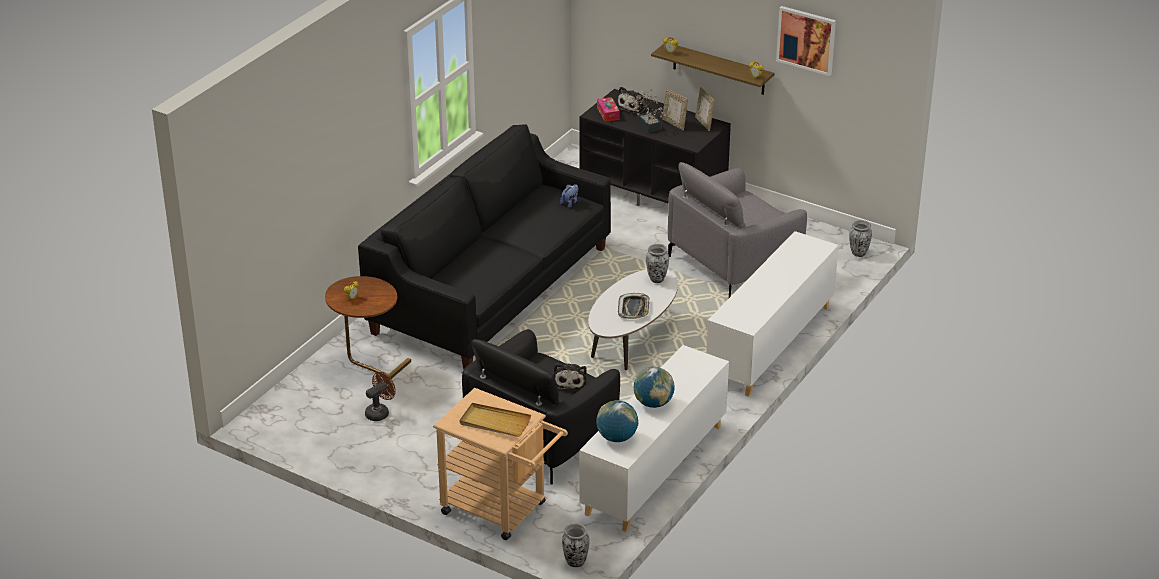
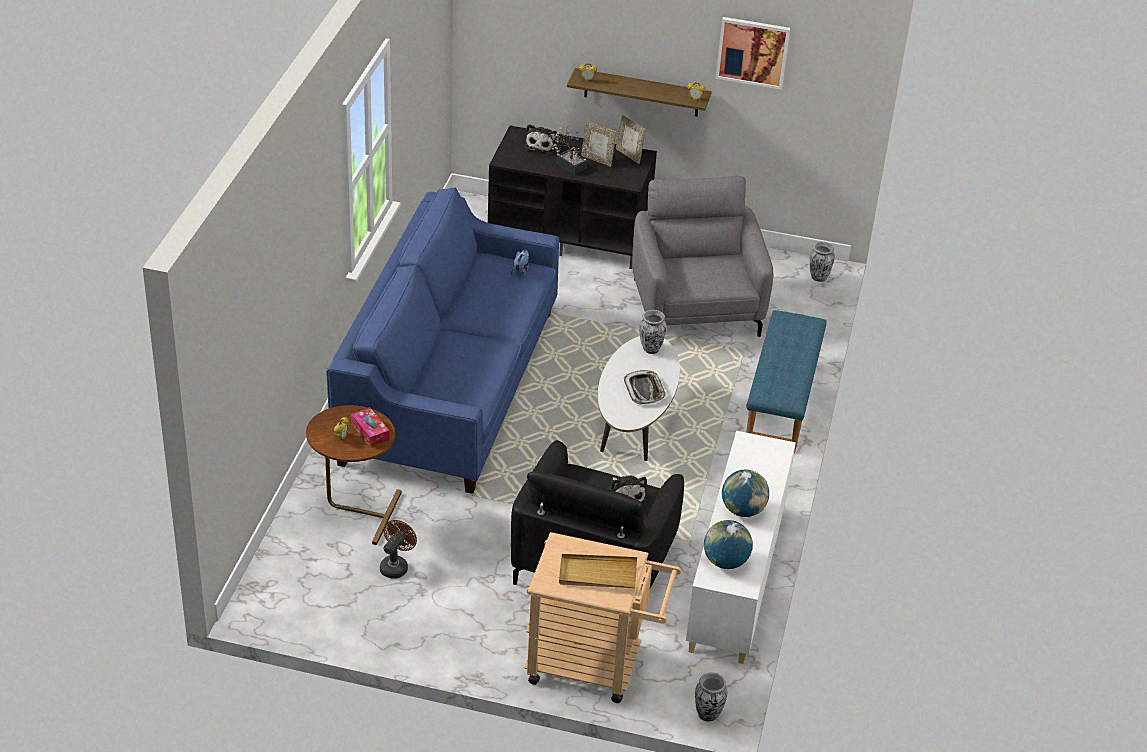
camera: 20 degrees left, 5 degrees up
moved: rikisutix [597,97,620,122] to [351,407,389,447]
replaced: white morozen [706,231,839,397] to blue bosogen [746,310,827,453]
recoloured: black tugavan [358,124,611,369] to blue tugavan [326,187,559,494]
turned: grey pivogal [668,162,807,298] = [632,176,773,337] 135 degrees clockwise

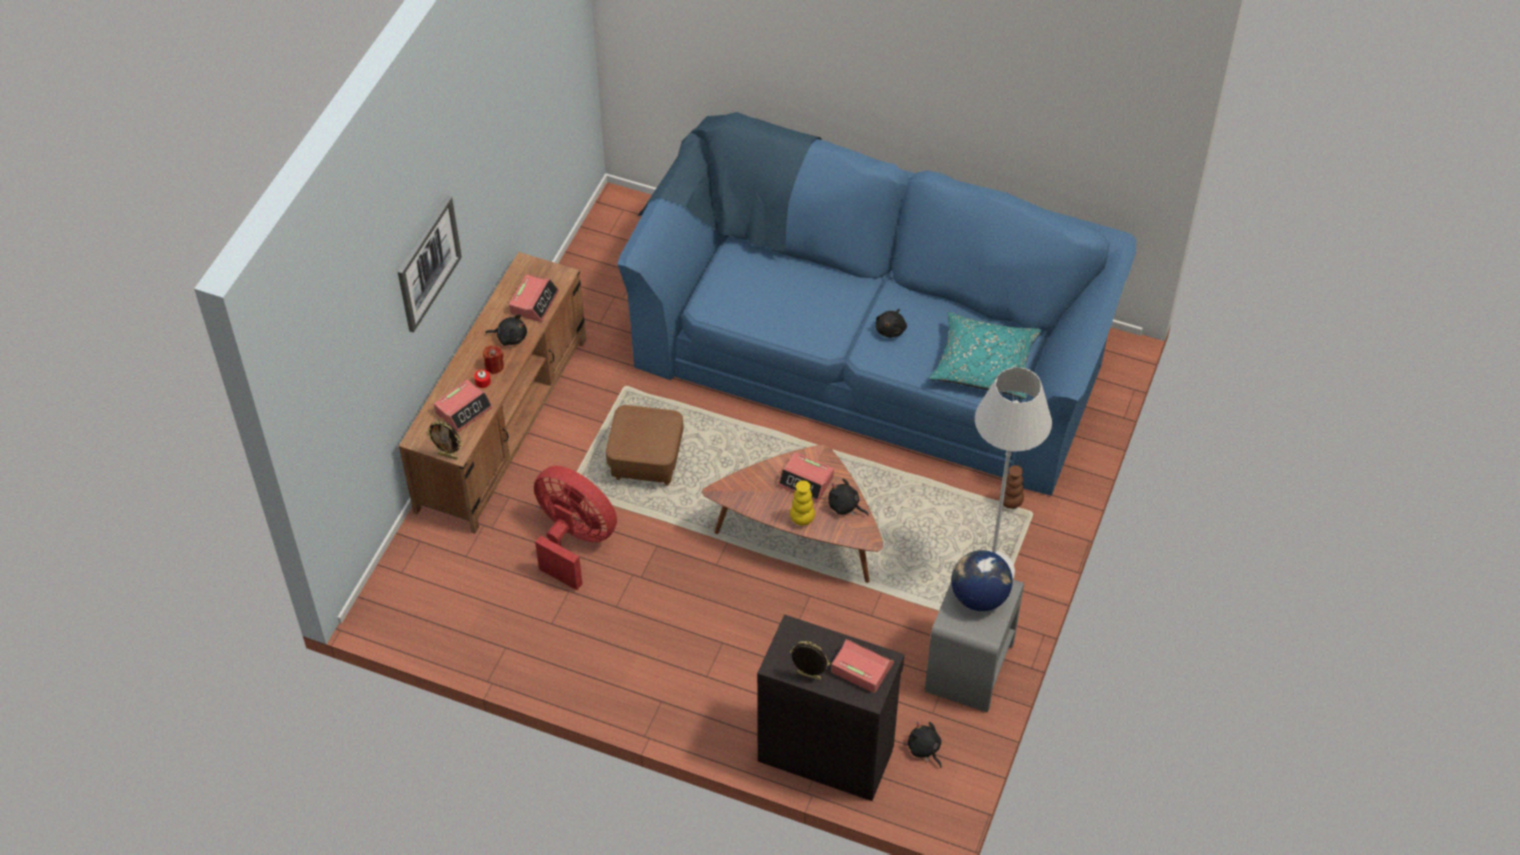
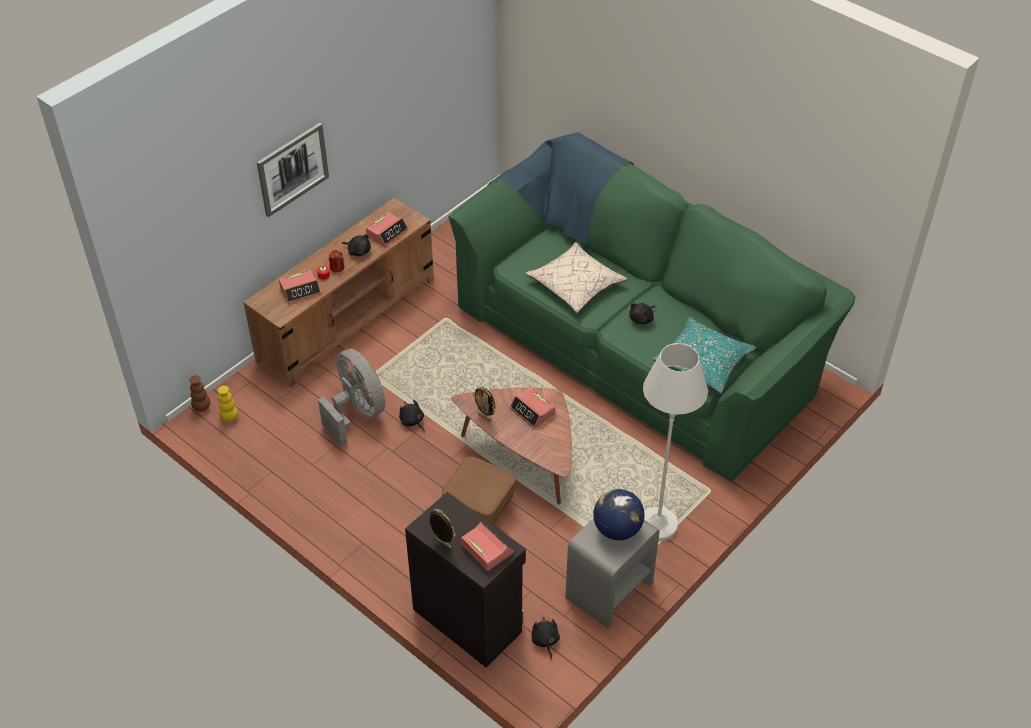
camera: 20 degrees right, 5 degrees down
added: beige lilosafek [525,242,627,313]
moved: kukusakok [426,421,462,460] to [472,387,496,422]; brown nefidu [606,405,684,486] to [442,457,516,525]; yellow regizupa [790,480,815,526] to [218,386,238,422]; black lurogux [828,479,869,516] to [399,400,425,432]; brown regizupa [1003,465,1024,509] to [189,375,210,412]
recoloured: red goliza [534,466,617,590] to grey goliza [318,349,386,447]; blue tugavan [617,112,1136,496] to green tugavan [448,132,856,482]

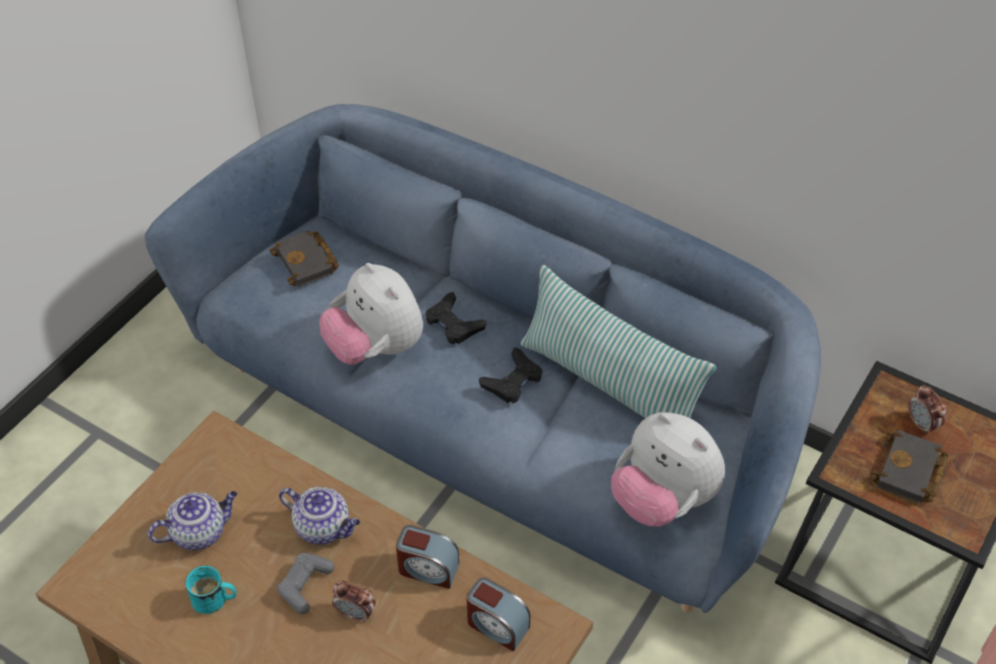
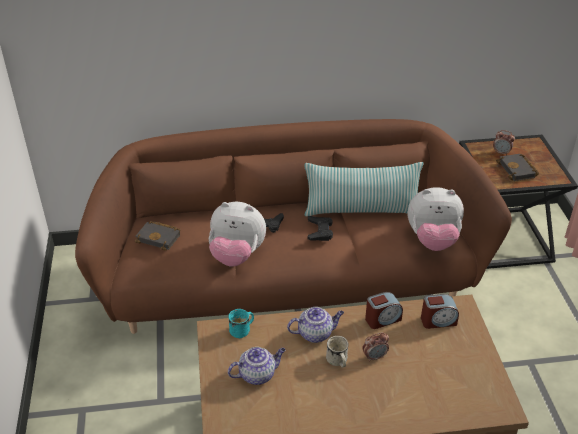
camera: 40 degrees left, 10 degrees down
moved: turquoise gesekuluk [185,566,237,614] to [228,309,254,338]
replaced: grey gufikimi [277,553,334,614] to white gesekuluk [326,336,349,368]
recoloured: blue tugavan [144,104,821,613] to brown tugavan [75,119,512,334]
turned: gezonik [148,491,237,550] = [228,347,286,385] 45 degrees clockwise

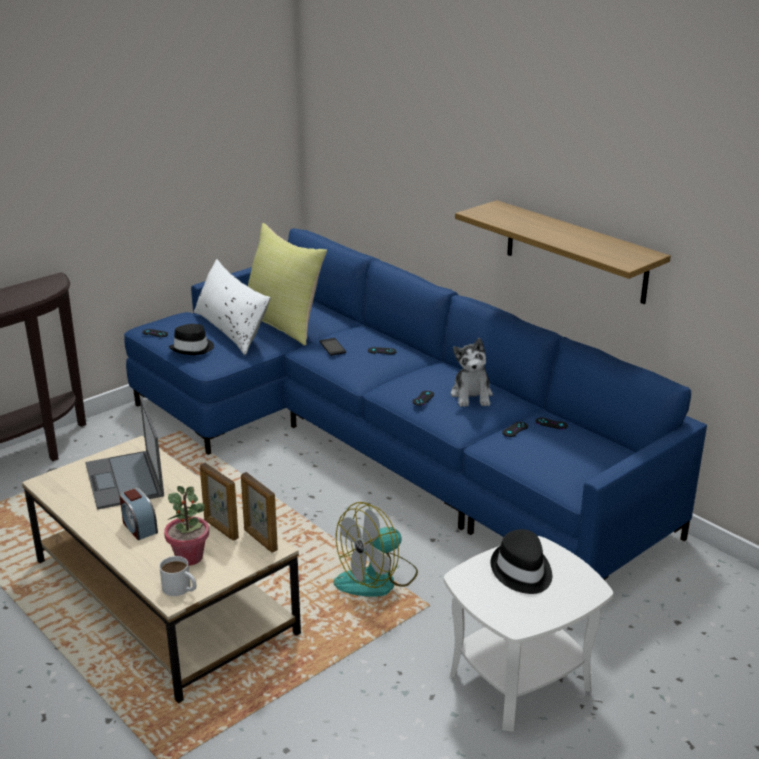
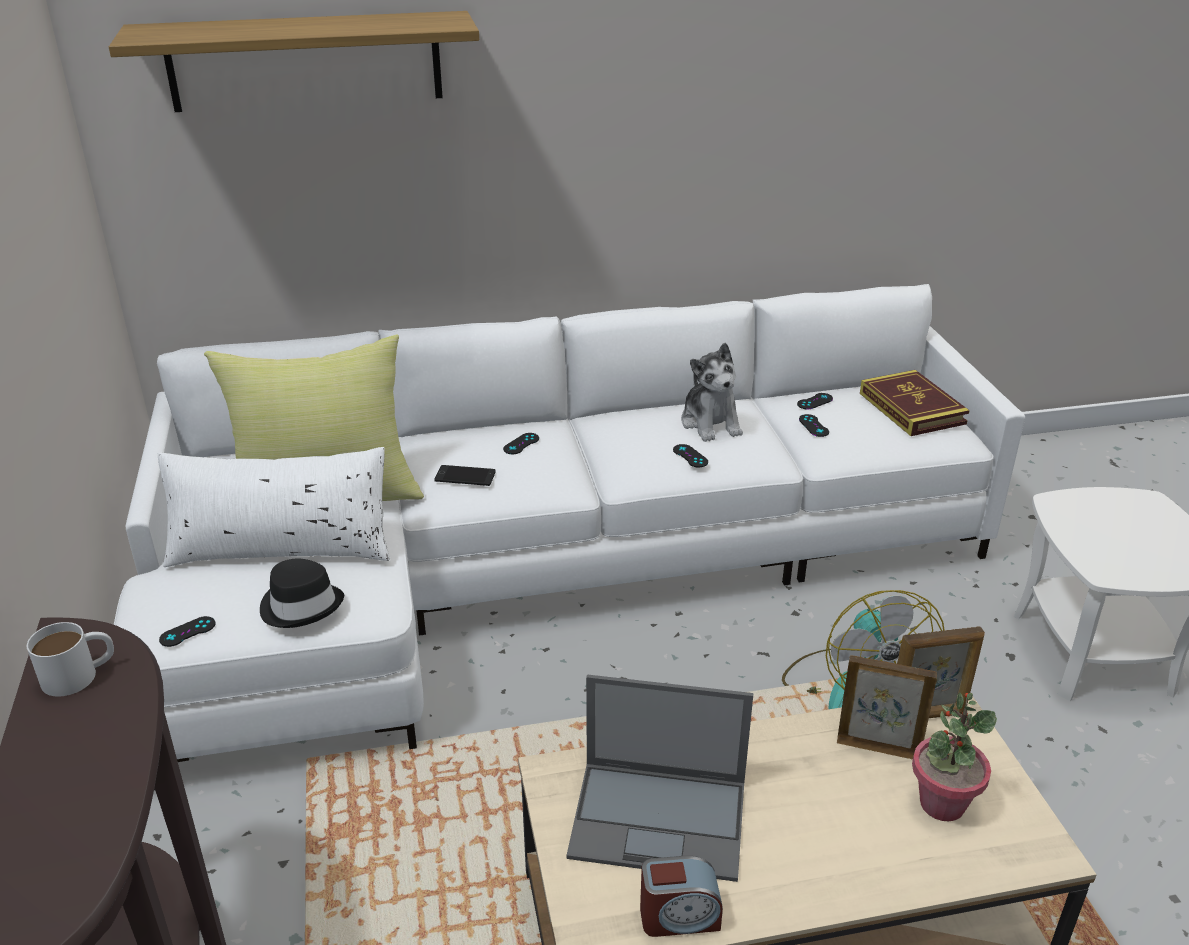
camera: 60 degrees left, 5 degrees up
removed: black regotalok [491,529,552,594]
added: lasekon [860,370,970,436]
moved: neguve [119,488,158,540] to [640,856,723,937]; white gesekuluk [159,556,196,596] to [27,622,114,697]; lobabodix [455,200,671,304] to [109,11,479,112]
recoloured: blue tugavan [124,228,707,580] to white tugavan [114,284,1025,790]
turned: kukusakok [200,463,239,541] = [837,655,937,760] 150 degrees counterclockwise; lurogux [451,338,493,407] = [681,343,743,442] 45 degrees clockwise

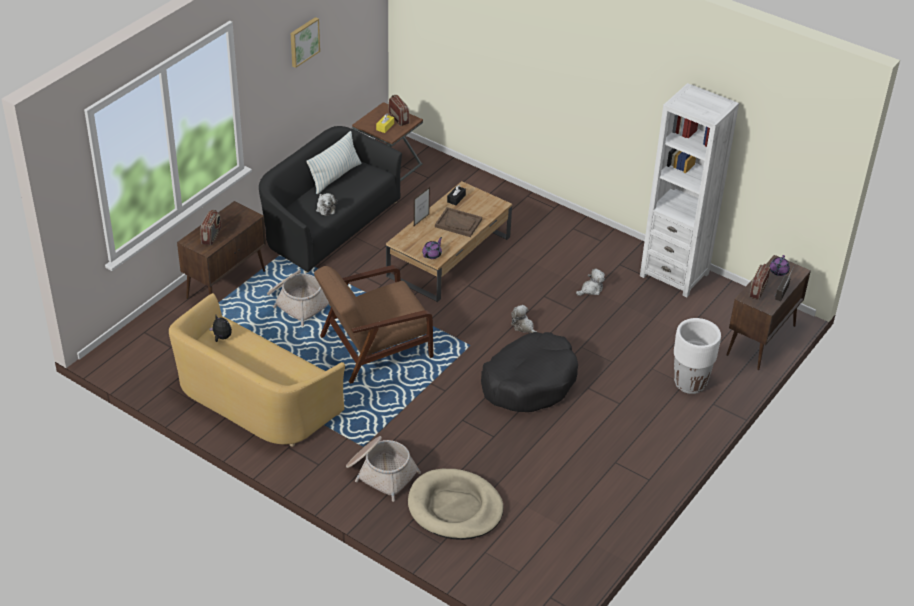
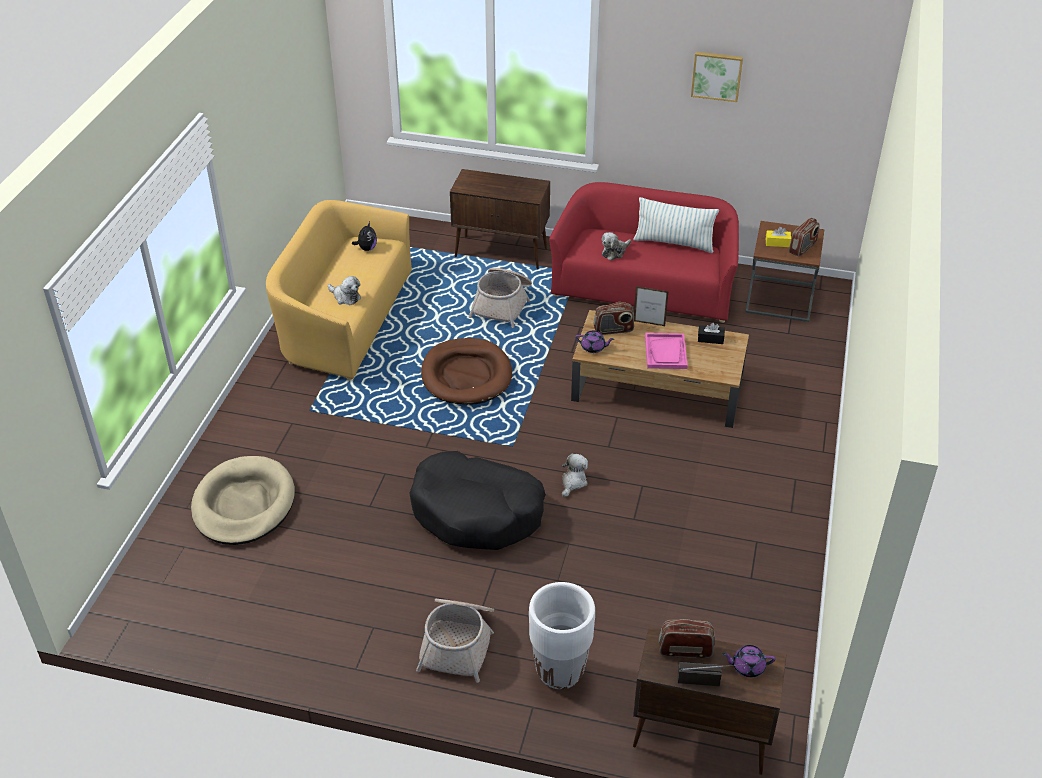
camera: 70 degrees right, 0 degrees up
removed: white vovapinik [640,83,739,297]
moved: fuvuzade [200,210,221,246] to [594,302,634,335]; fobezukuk [346,436,421,502] to [416,599,494,683]; lurogux [576,269,605,296] to [328,276,361,305]
replaced: brown pivogal [314,265,434,384] to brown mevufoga [421,338,512,405]
recoloured: black tugavan [259,126,402,273] to red tugavan [549,182,739,323]; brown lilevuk [435,207,482,237] to pink lilevuk [645,333,688,369]

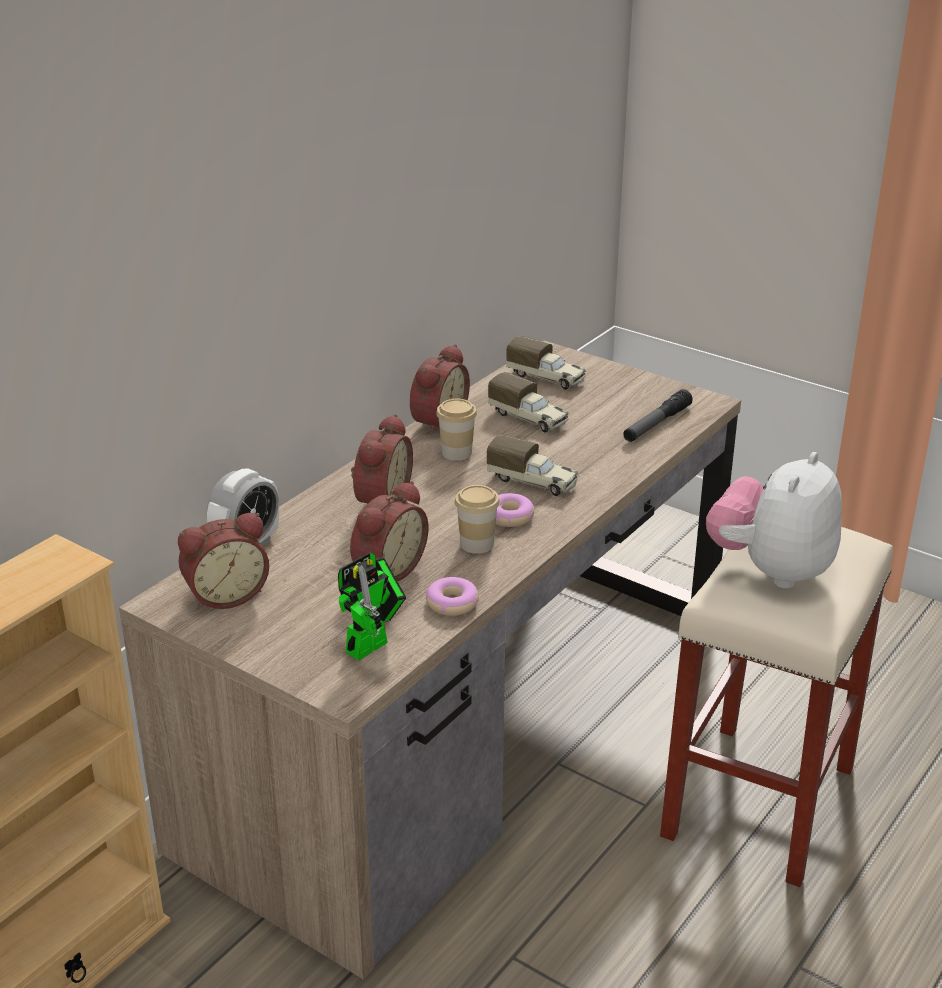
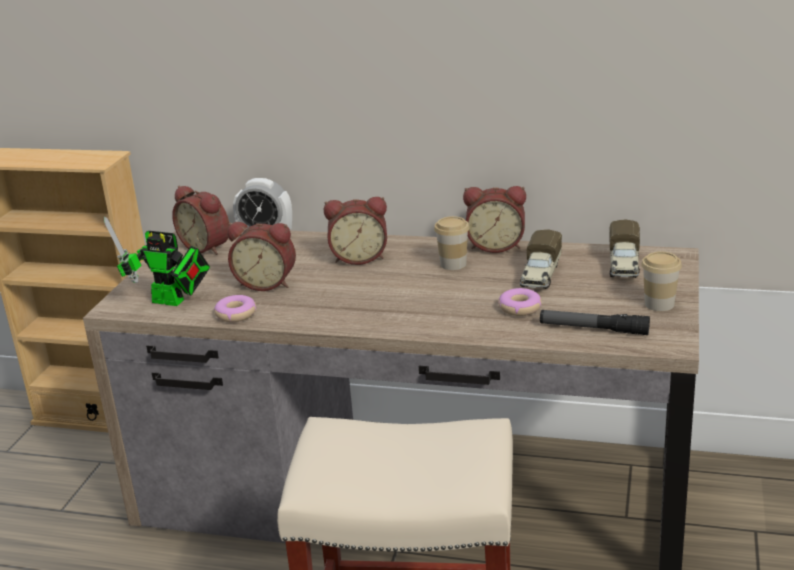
camera: 70 degrees right, 5 degrees down
removed: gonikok [487,434,578,496]; lurogux [706,452,842,588]
moved: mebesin [455,485,500,554] to [641,252,682,311]; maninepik [496,493,534,527] to [498,288,542,316]

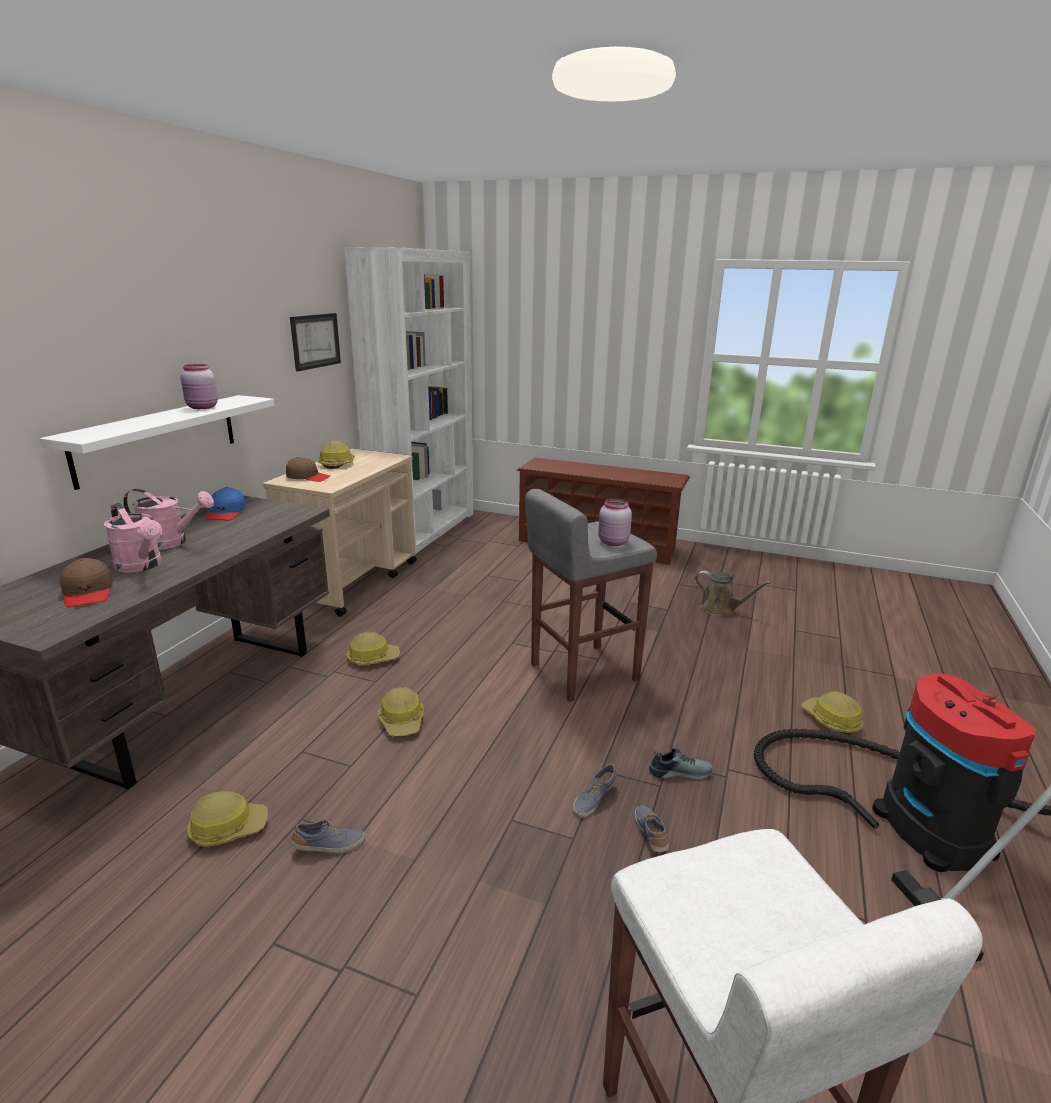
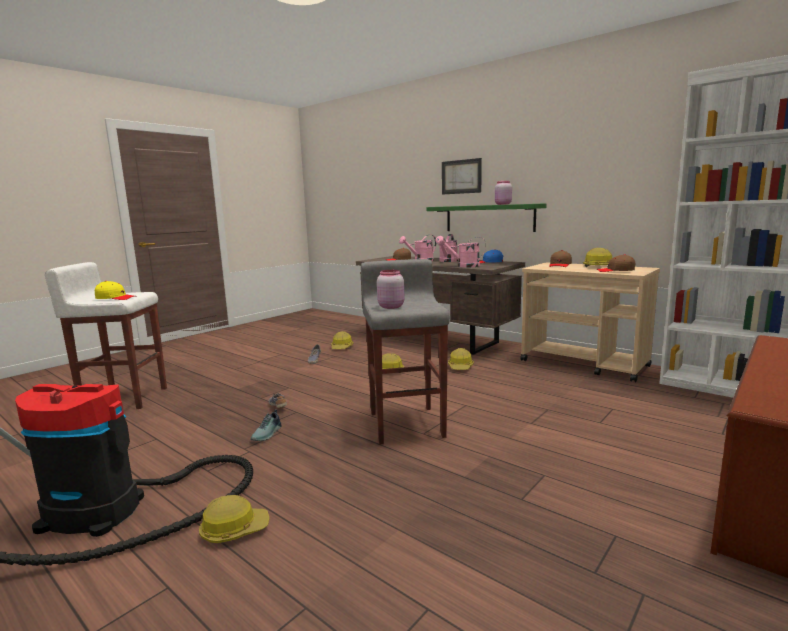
camera: 110 degrees right, 10 degrees down
removed: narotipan [635,806,669,853]; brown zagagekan [695,571,772,616]
added: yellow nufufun [95,281,137,300]; pink zagagekan [438,237,486,267]; brown nufufun [597,254,635,272]
moved: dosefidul [290,313,341,371] to [442,158,482,194]
recoloured: white lobabodix [39,395,275,490] to green lobabodix [426,203,547,232]

